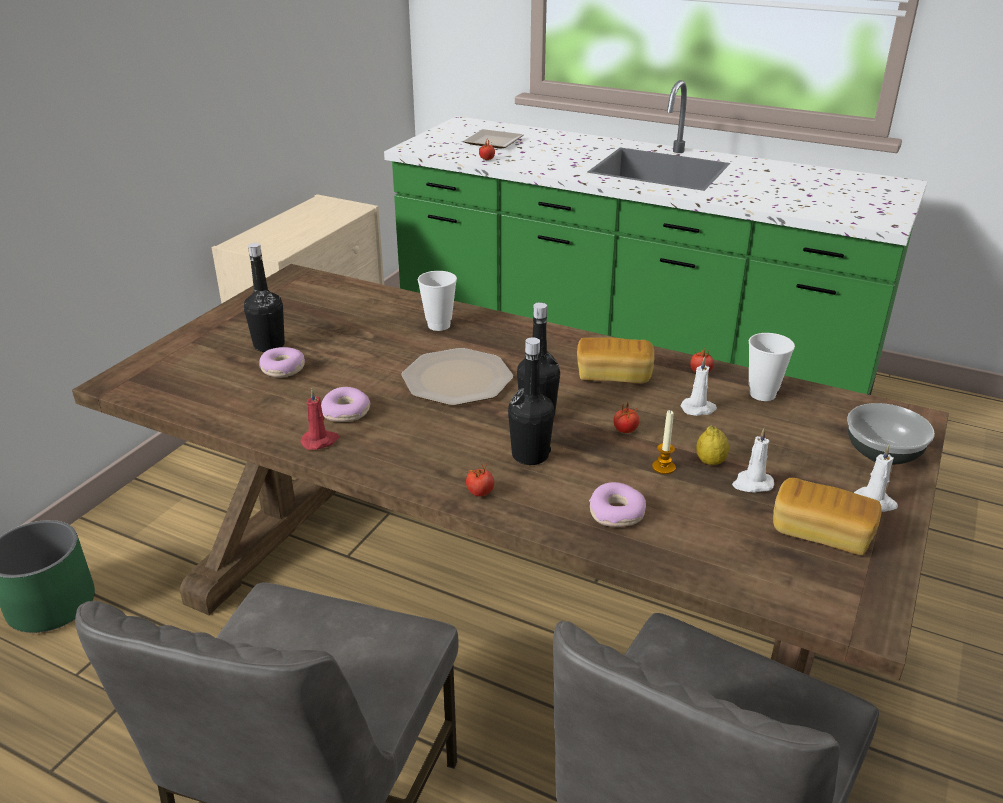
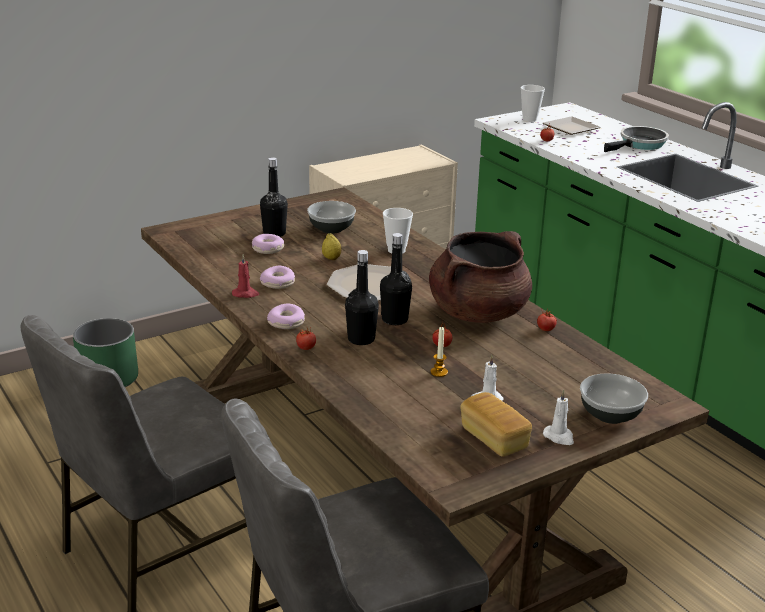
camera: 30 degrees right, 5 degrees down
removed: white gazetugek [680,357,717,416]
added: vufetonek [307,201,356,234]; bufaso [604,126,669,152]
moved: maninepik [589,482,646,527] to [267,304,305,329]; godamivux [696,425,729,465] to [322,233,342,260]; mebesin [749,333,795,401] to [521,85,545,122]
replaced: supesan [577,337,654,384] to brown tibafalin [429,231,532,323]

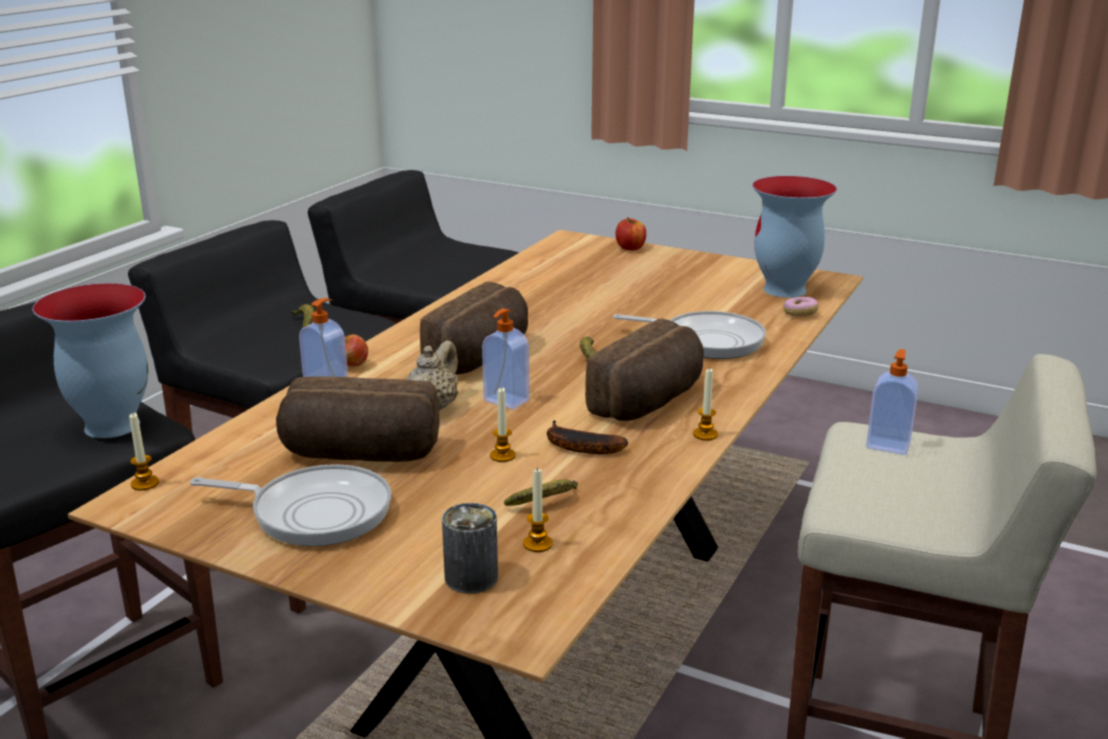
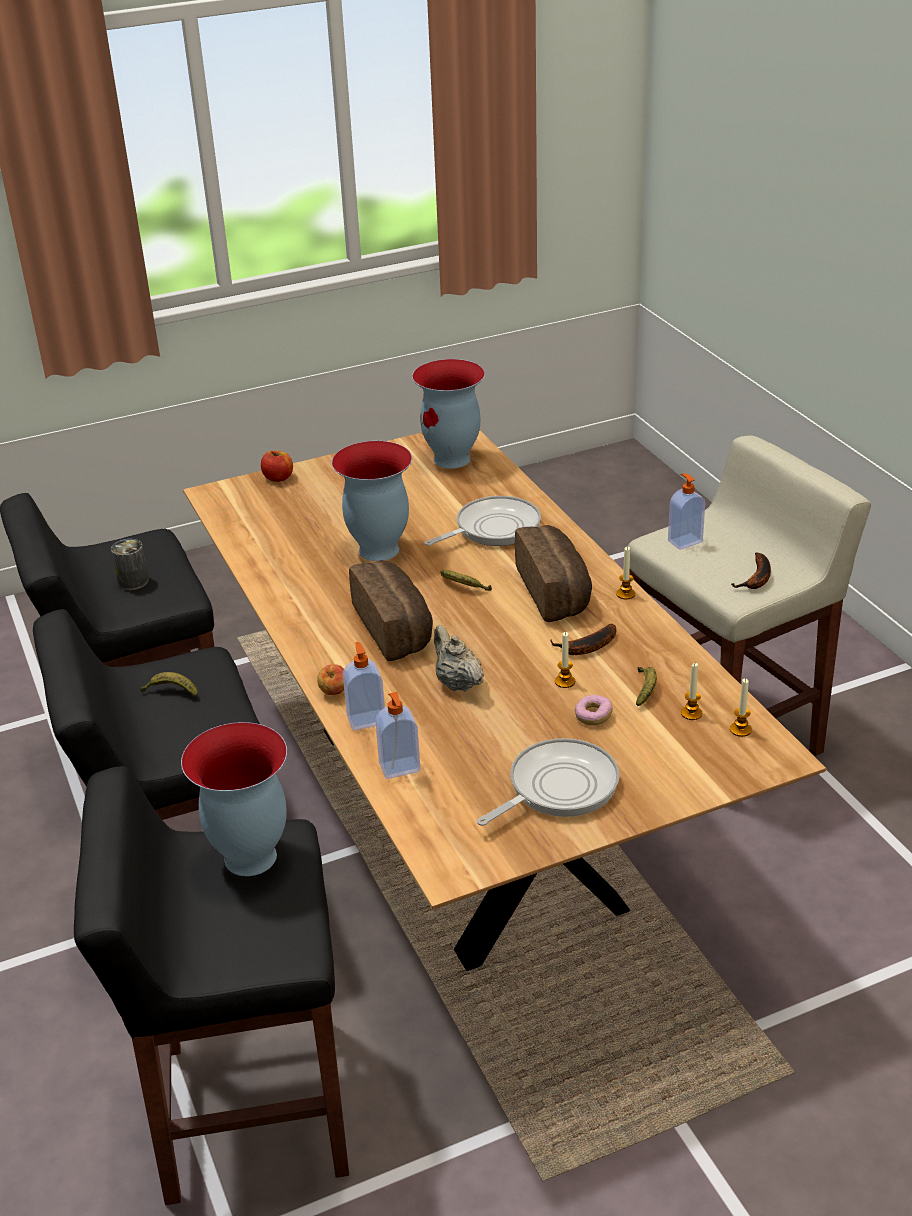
camera: 50 degrees left, 10 degrees up
removed: supesan [276,376,439,462]
added: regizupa [332,441,412,561]; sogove [731,552,771,589]
moved: gazetugek [129,413,159,490] to [730,678,752,737]; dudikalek [442,503,498,594] to [111,539,149,590]; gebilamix [482,308,530,410] to [375,692,420,779]; maninepik [783,297,819,317] to [575,695,613,725]

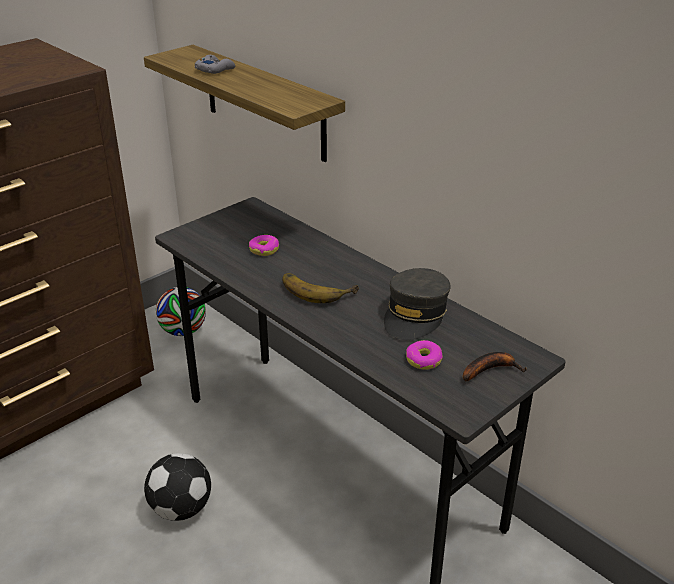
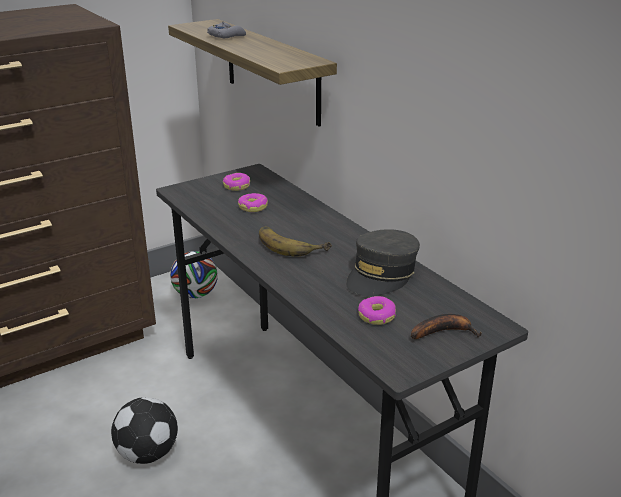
camera: 10 degrees right, 5 degrees down
added: maninepik [223,173,250,191]

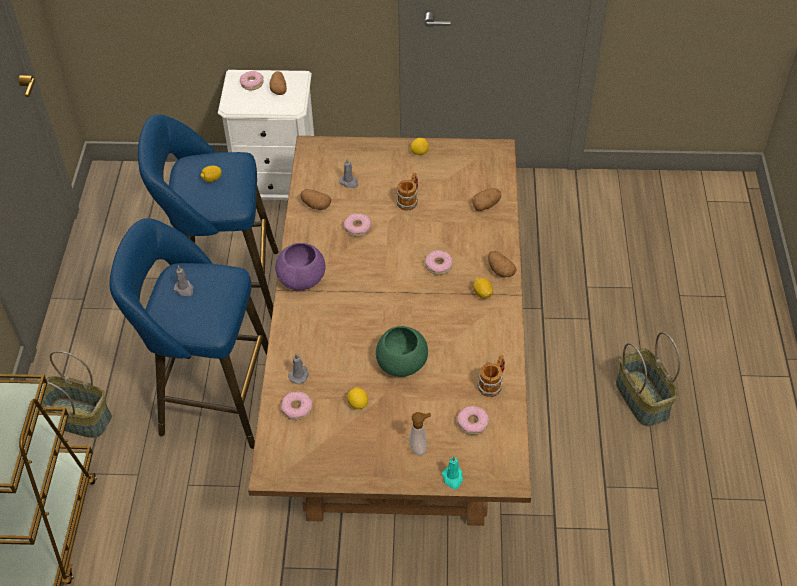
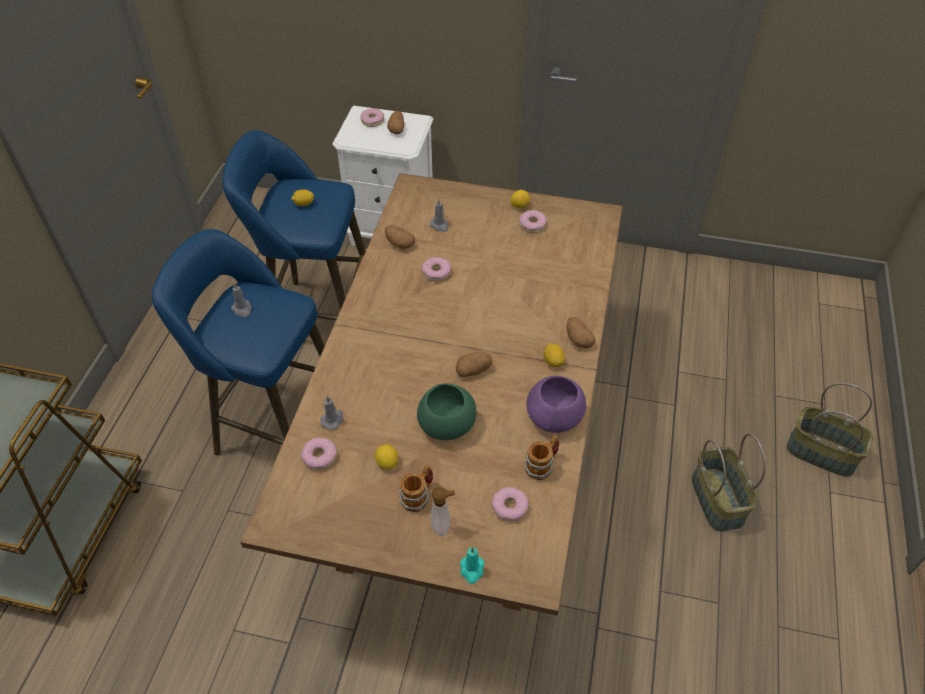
camera: 10 degrees right, 0 degrees up
moved: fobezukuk [36,351,112,438] to [787,383,873,477]; purple vufetonek [275,243,325,290] to [526,376,586,433]; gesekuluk [396,172,418,211] to [399,464,433,512]; maninepik [425,250,453,275] to [519,210,547,233]; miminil [472,188,501,211] to [456,352,492,377]

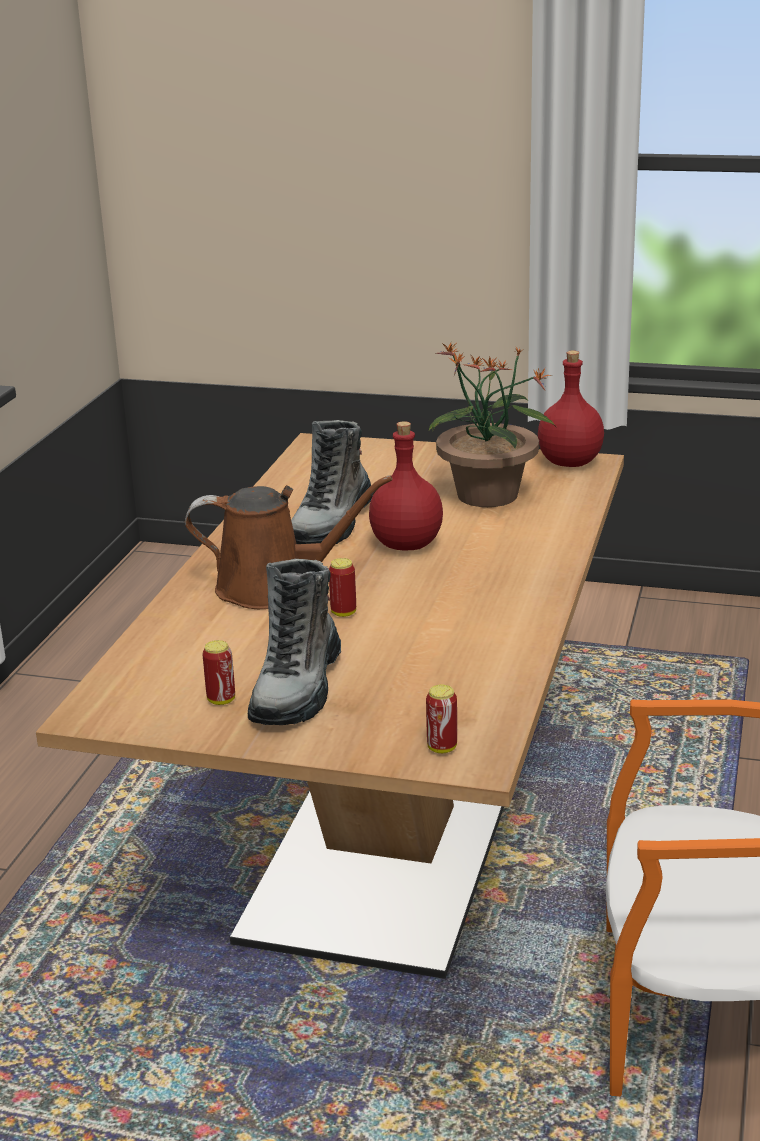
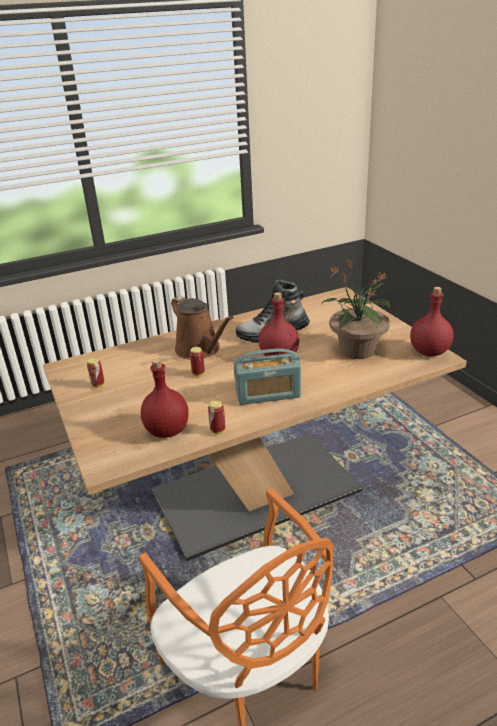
camera: 50 degrees right, 5 degrees up
removed: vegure [248,559,341,725]
added: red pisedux [141,359,189,438]; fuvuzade [234,348,301,405]
moved: dudikalek [426,685,457,753] to [208,400,225,434]

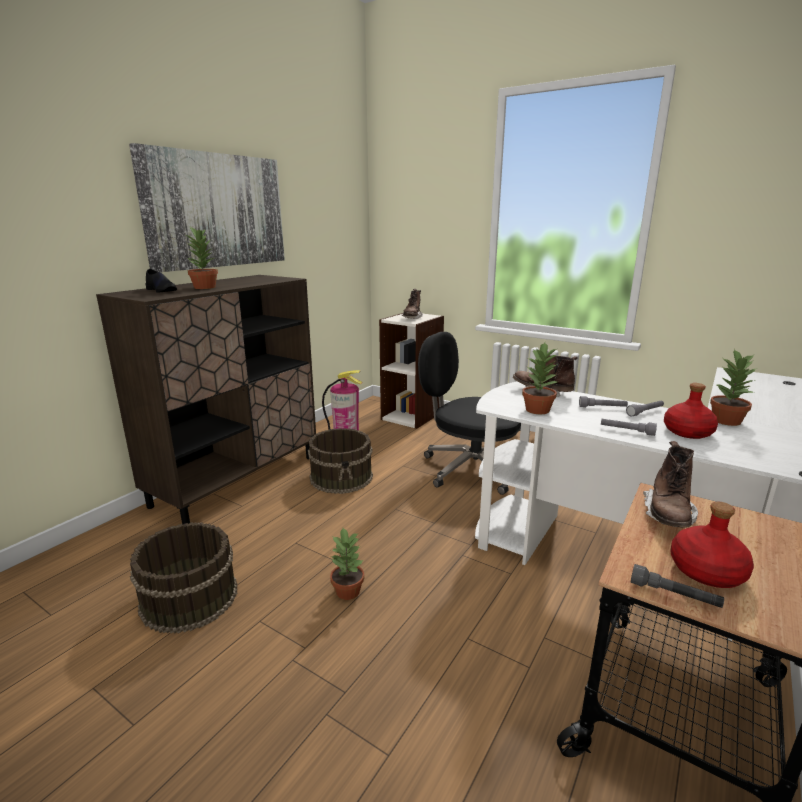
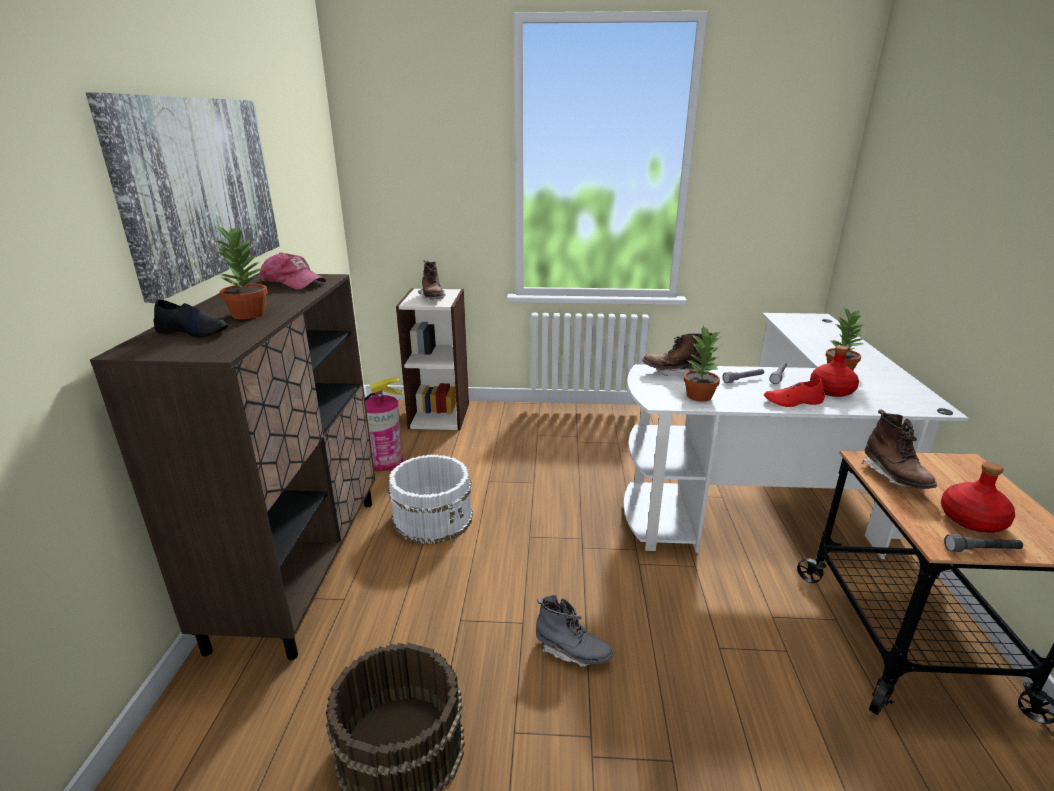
camera: 30 degrees left, 5 degrees up
removed: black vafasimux [418,332,521,495]
added: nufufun [259,252,326,289]
replaced: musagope [330,528,364,600] to grey vegure [536,595,614,667]; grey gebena [601,419,657,436] to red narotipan [764,378,825,407]
recoloured: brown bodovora [308,428,373,494] to white bodovora [388,454,473,544]

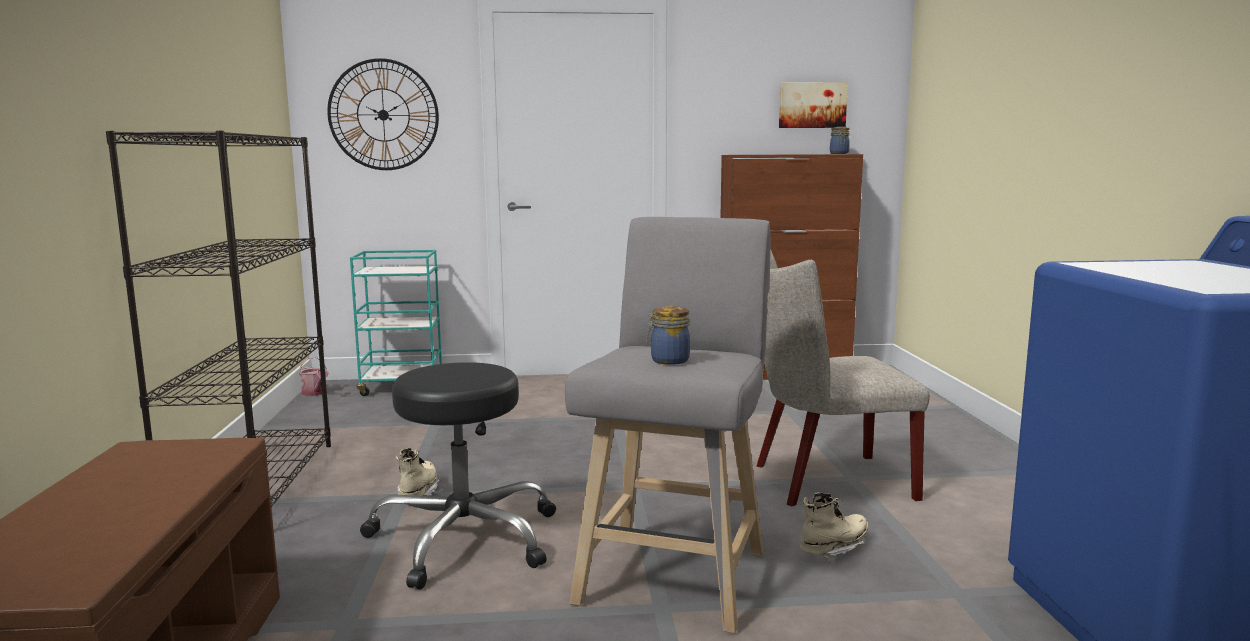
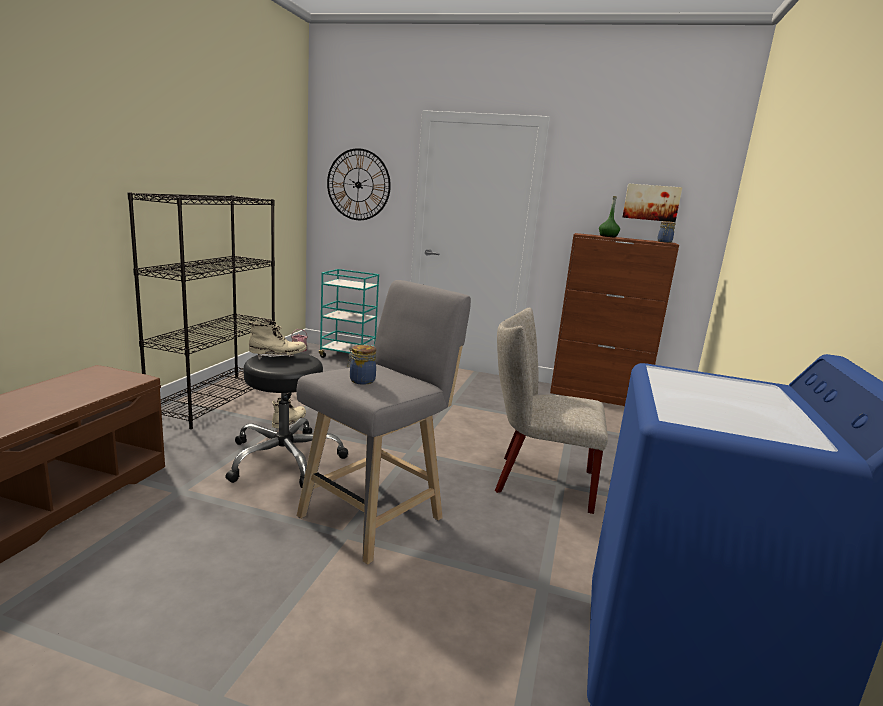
camera: 20 degrees right, 5 degrees up
added: green pisedux [599,196,620,237]
moved: beige vegure [800,493,868,563] to [248,320,307,360]

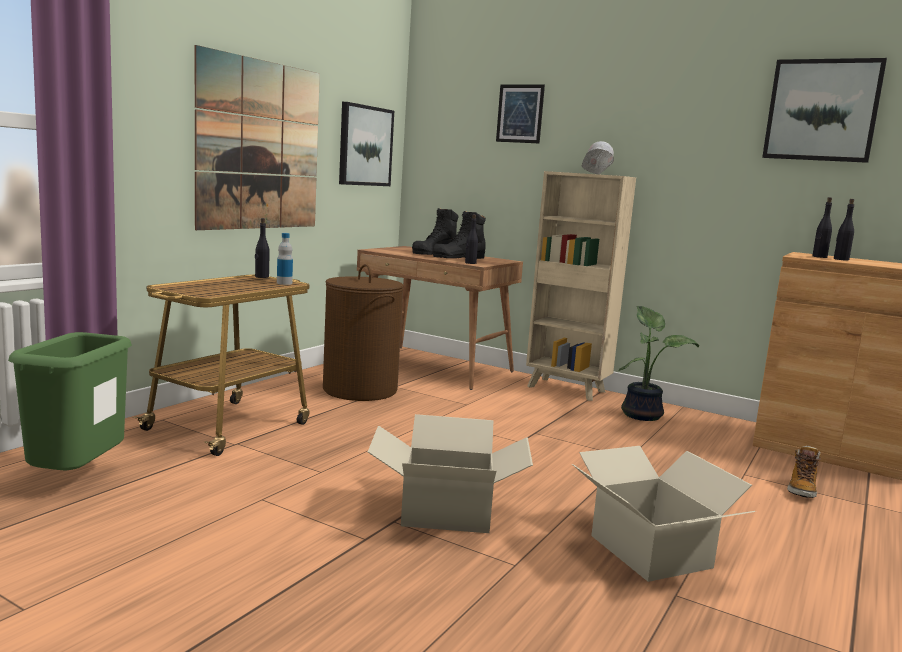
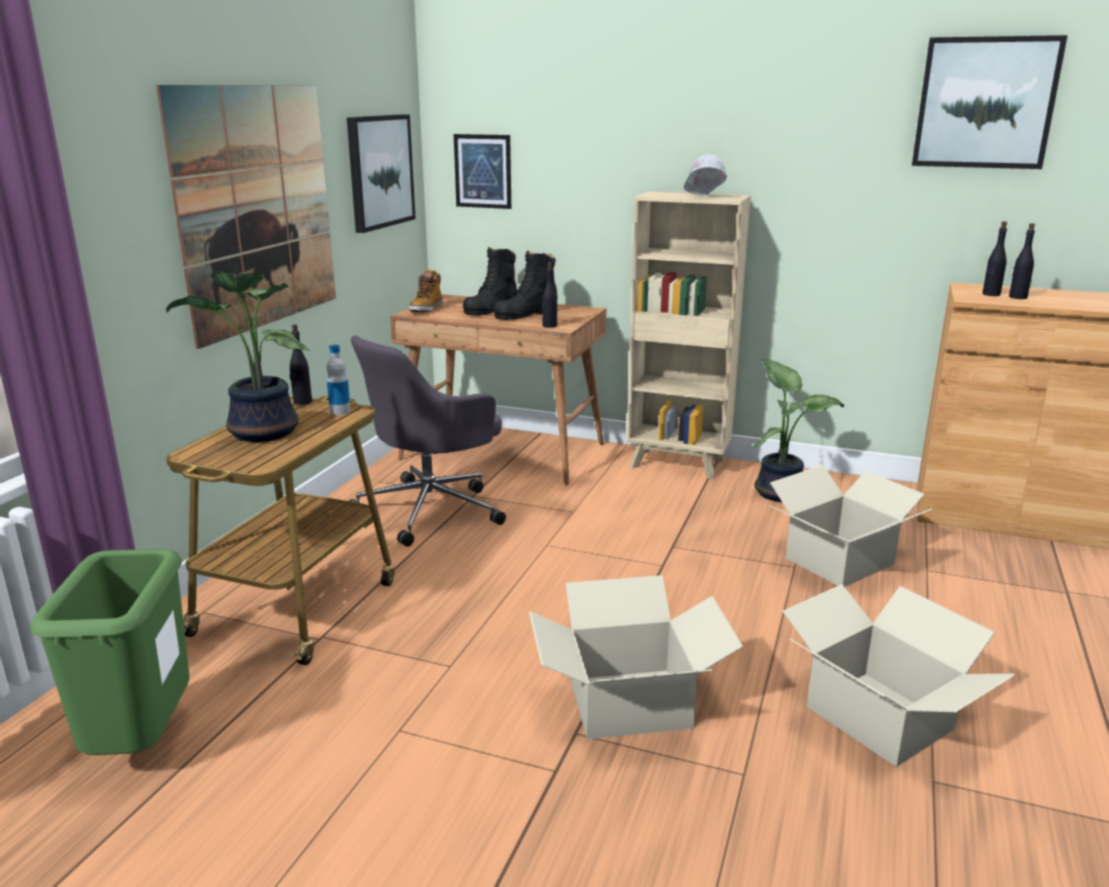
camera: 10 degrees left, 10 degrees up
added: musagope [166,271,310,442]; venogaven [769,465,932,587]
moved: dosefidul [496,85,545,143] to [454,134,511,209]; vegure [787,446,821,498] to [409,269,443,312]
replaced: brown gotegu [323,264,404,401] to grey vafasimux [349,335,506,547]

